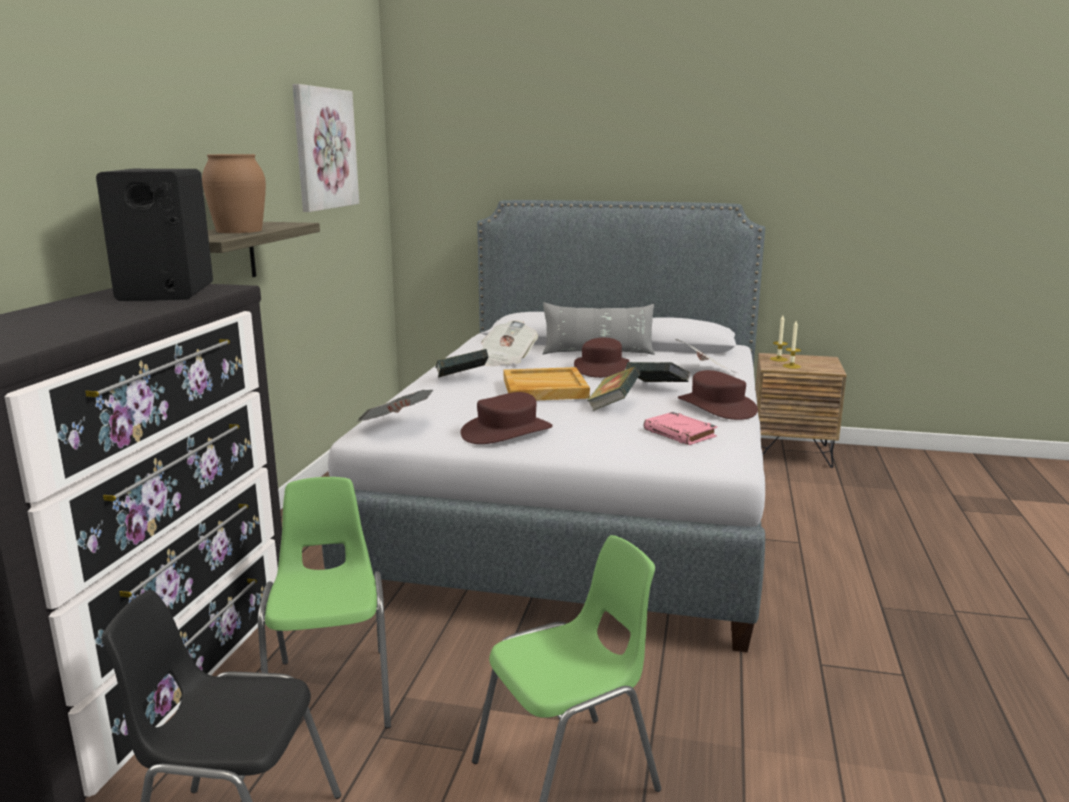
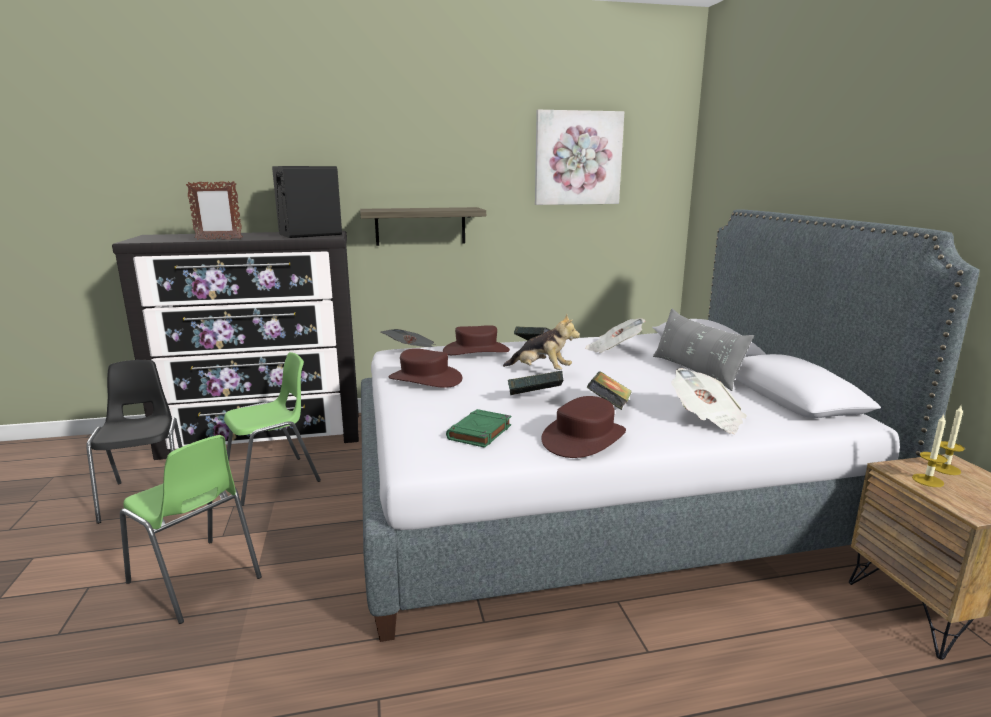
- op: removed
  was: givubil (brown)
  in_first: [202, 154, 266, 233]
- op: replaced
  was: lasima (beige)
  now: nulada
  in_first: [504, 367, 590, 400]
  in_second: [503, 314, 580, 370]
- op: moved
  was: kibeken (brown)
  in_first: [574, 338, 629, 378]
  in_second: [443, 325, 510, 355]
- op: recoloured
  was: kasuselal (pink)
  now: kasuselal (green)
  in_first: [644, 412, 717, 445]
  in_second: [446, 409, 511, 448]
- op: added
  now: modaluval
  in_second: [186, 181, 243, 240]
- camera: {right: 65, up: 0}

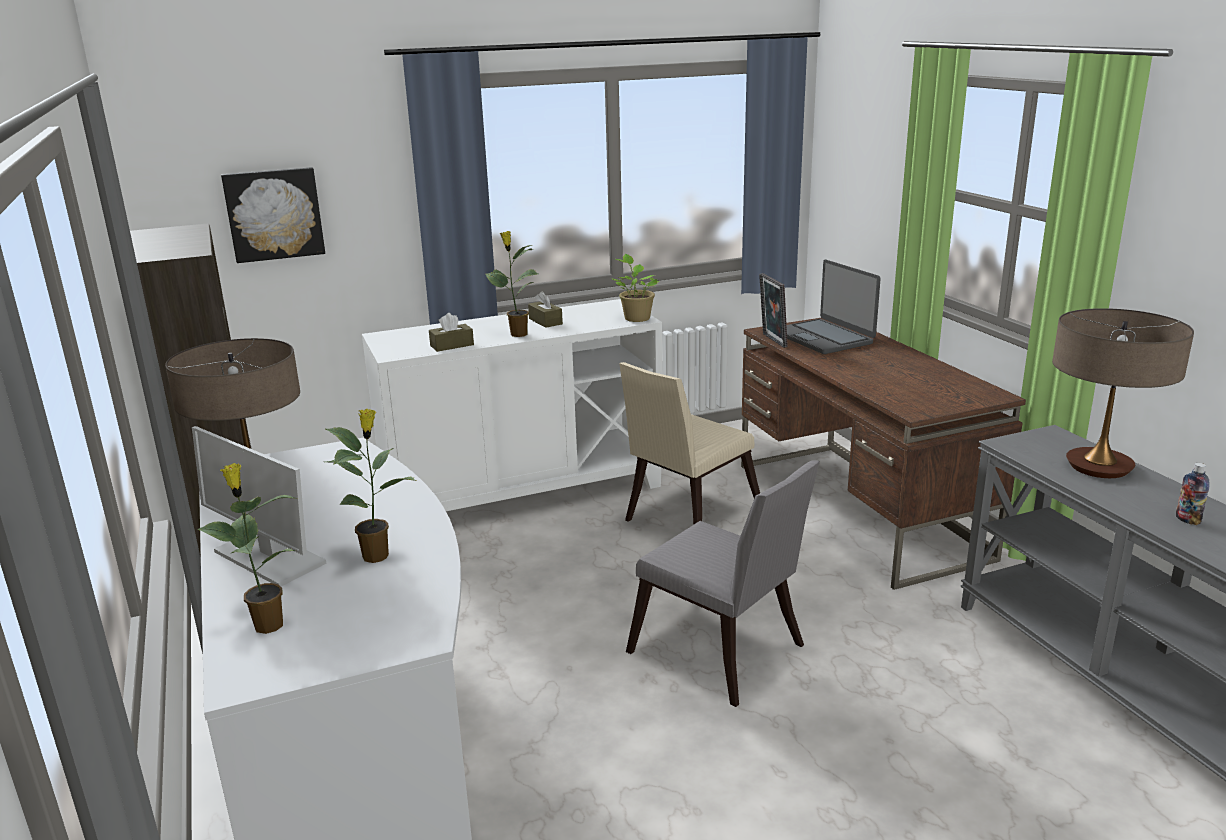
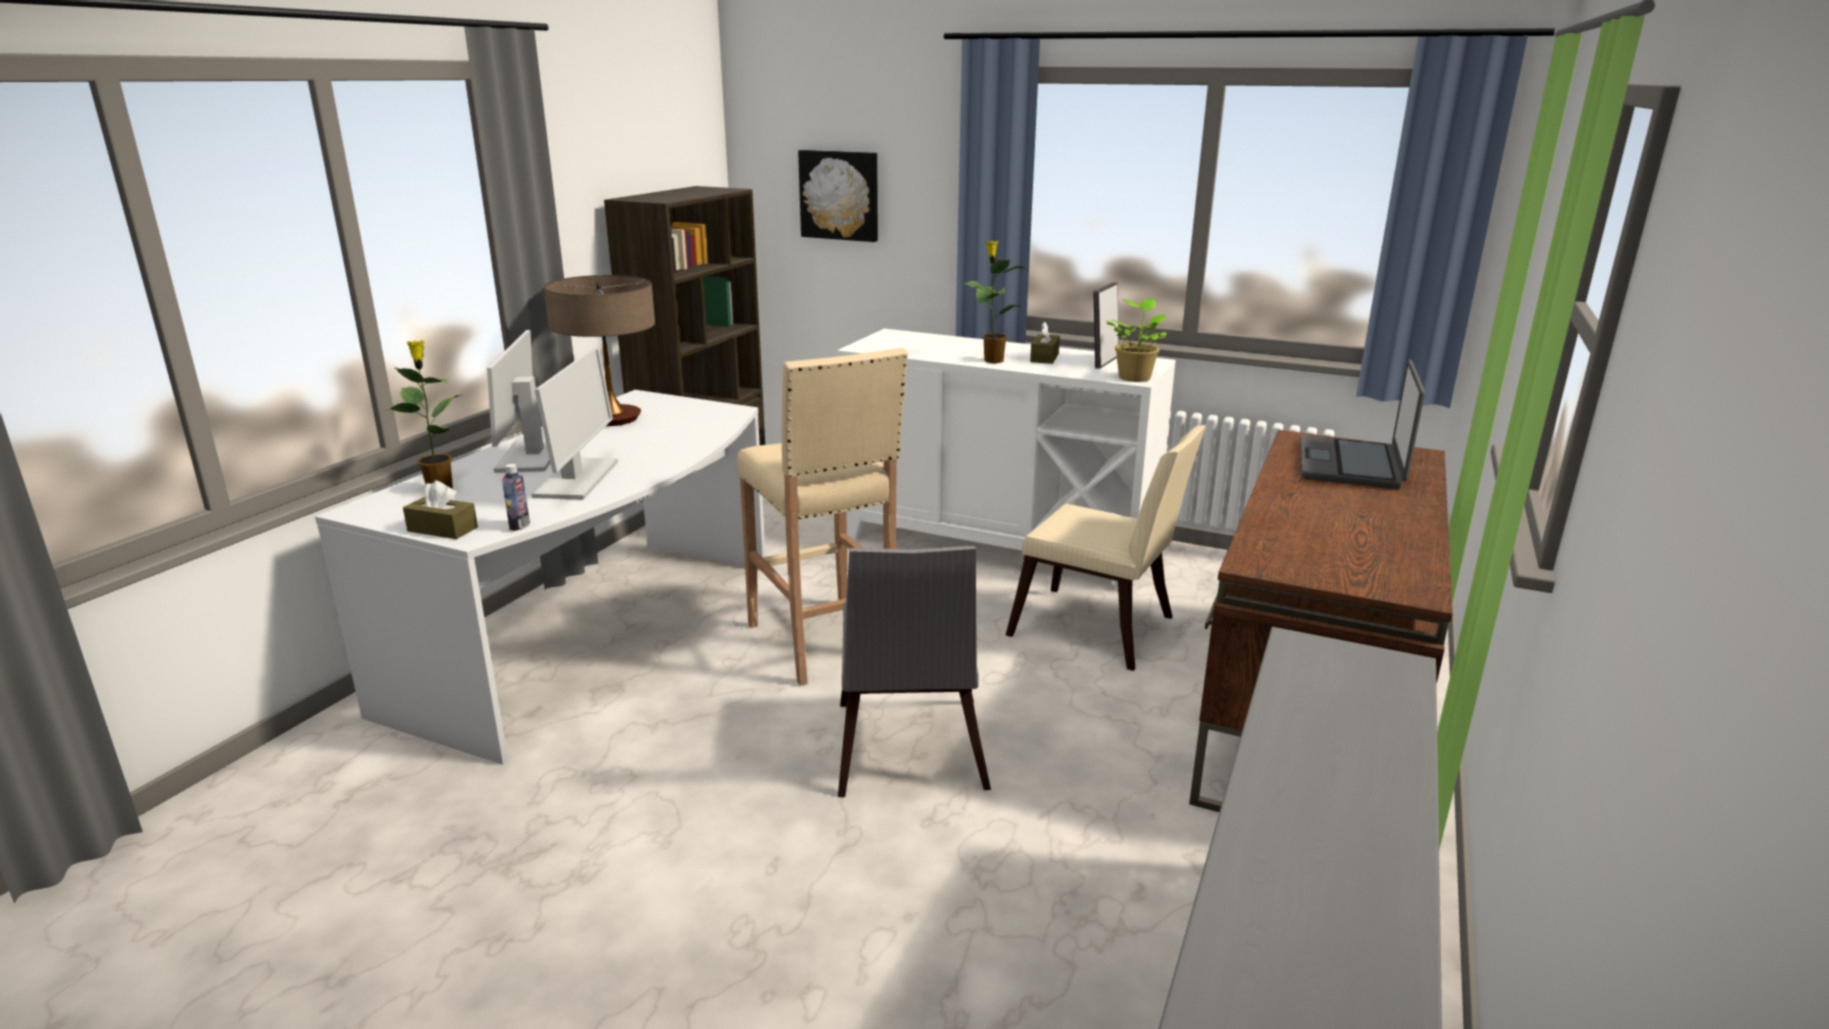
- op: replaced
  was: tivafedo
  now: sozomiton
  in_first: [326, 409, 417, 563]
  in_second: [532, 346, 618, 500]
- op: moved
  was: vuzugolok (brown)
  in_first: [429, 313, 474, 352]
  in_second: [403, 480, 478, 539]
- op: turned
  was: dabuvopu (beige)
  in_first: [619, 362, 760, 525]
  in_second: [1006, 425, 1206, 671]
  clockwise: -150
- op: moved
  was: modaluval
  in_first: [759, 273, 788, 348]
  in_second: [1093, 282, 1119, 369]
- op: removed
  was: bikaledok
  in_first: [1052, 308, 1194, 478]
- op: moved
  was: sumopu
  in_first: [1176, 463, 1210, 525]
  in_second: [502, 464, 530, 531]
- op: added
  now: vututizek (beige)
  in_second: [737, 348, 908, 686]
- camera: {right: 45, up: 0}

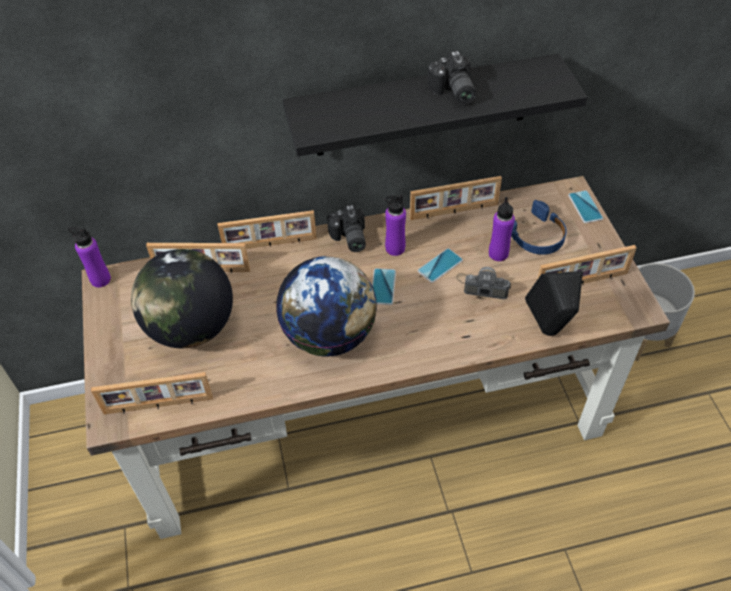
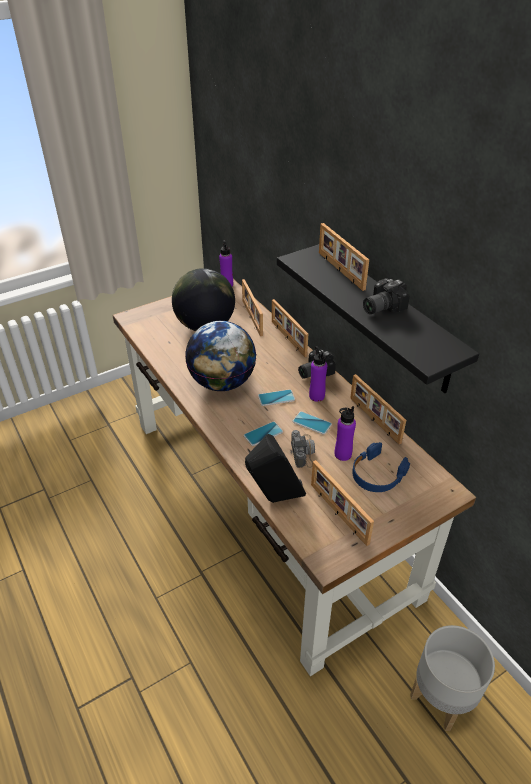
- op: moved
  was: modaluval
  in_first: [91, 372, 213, 414]
  in_second: [319, 223, 369, 291]
- op: moved
  was: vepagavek
  in_first: [568, 190, 603, 223]
  in_second: [244, 421, 283, 446]
- camera: {right: 70, up: -10}

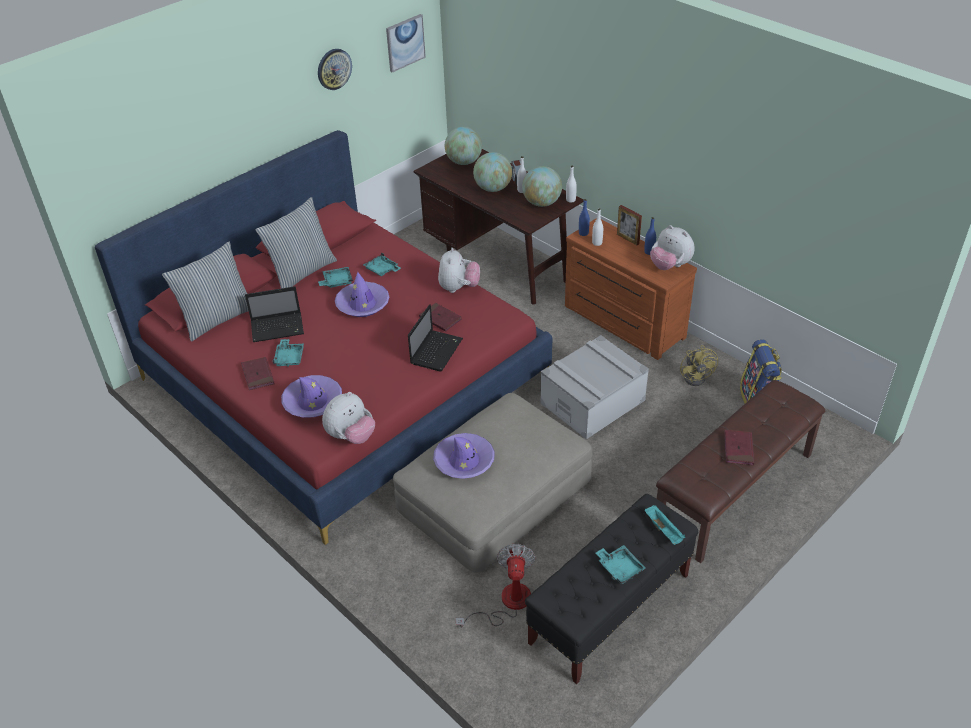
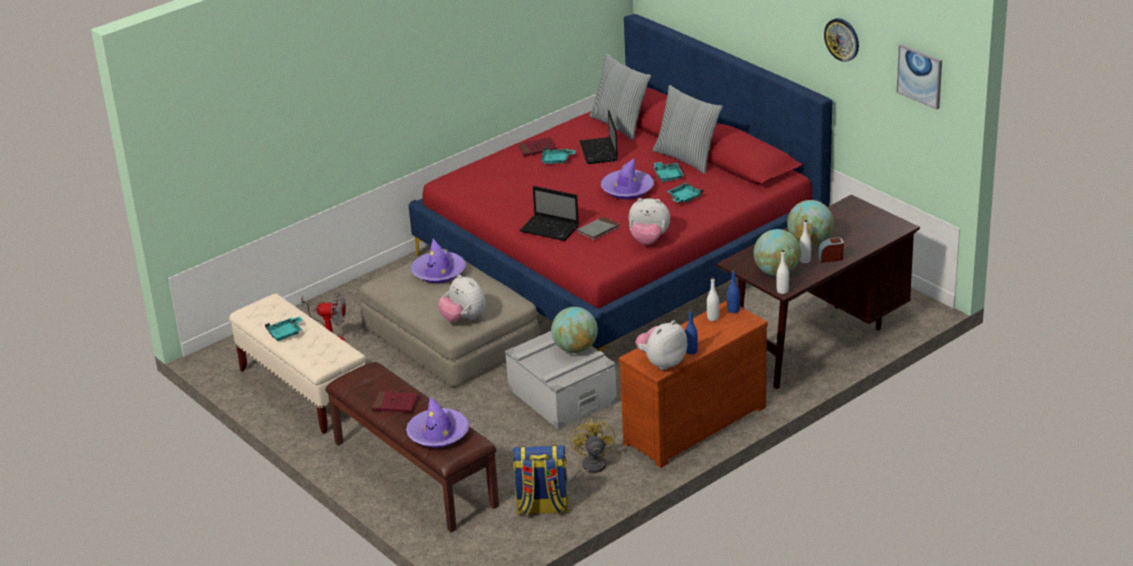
- op: moved
  was: kibeken (purple)
  in_first: [281, 375, 342, 417]
  in_second: [406, 397, 470, 448]
- op: moved
  was: nulada
  in_first: [322, 392, 375, 444]
  in_second: [438, 275, 486, 322]
- op: recoloured
  was: kasuselal (red)
  now: kasuselal (grey)
  in_first: [419, 303, 462, 332]
  in_second: [577, 217, 620, 240]
- op: moved
  was: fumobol
  in_first: [445, 127, 482, 165]
  in_second: [551, 307, 598, 353]
- op: recoloured
  was: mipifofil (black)
  now: mipifofil (beige)
  in_first: [525, 494, 698, 684]
  in_second: [229, 294, 366, 434]
- op: removed
  was: modaluval
  in_first: [617, 205, 642, 245]
- op: removed
  was: lasima (turquoise)
  in_first: [644, 505, 685, 545]
- op: turned
  was: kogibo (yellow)
  in_first: [680, 345, 718, 386]
  in_second: [570, 418, 615, 491]
  clockwise: 90
- camera: {right: 95, up: -10}

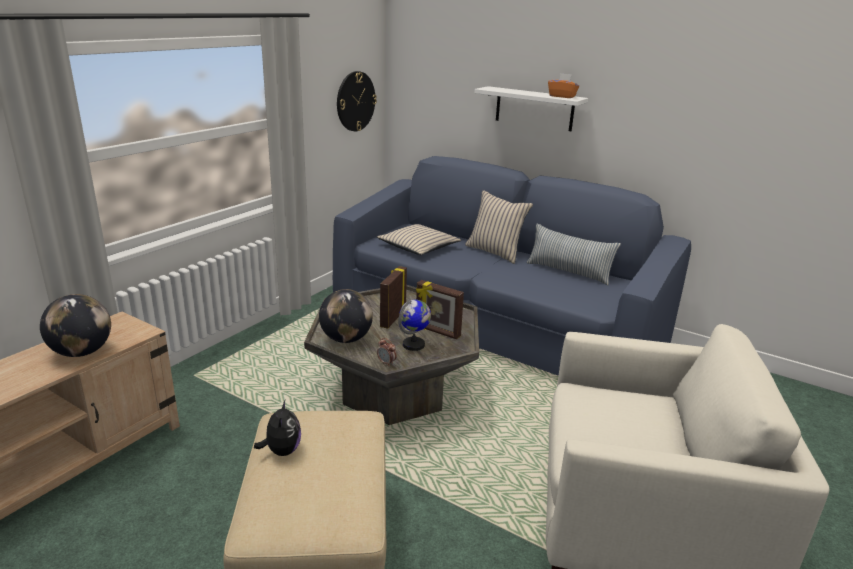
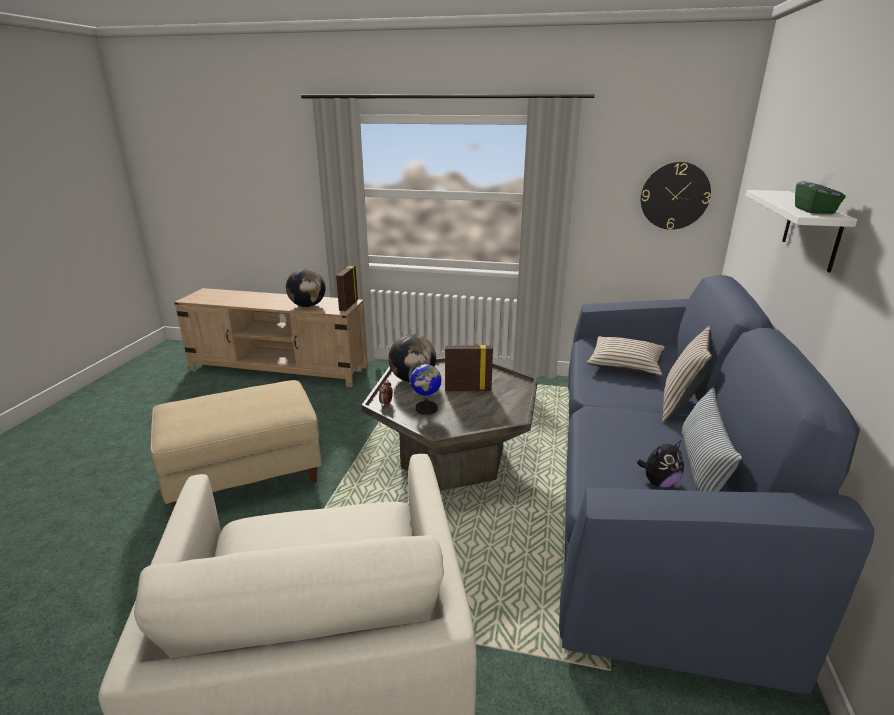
- op: moved
  was: nulada
  in_first: [254, 400, 301, 456]
  in_second: [637, 441, 684, 487]
- op: moved
  was: modaluval
  in_first: [416, 280, 464, 339]
  in_second: [336, 265, 358, 311]
- op: recoloured
  was: vuzugolok (orange)
  now: vuzugolok (green)
  in_first: [548, 73, 579, 98]
  in_second: [795, 173, 846, 214]
- camera: {right: 70, up: 0}

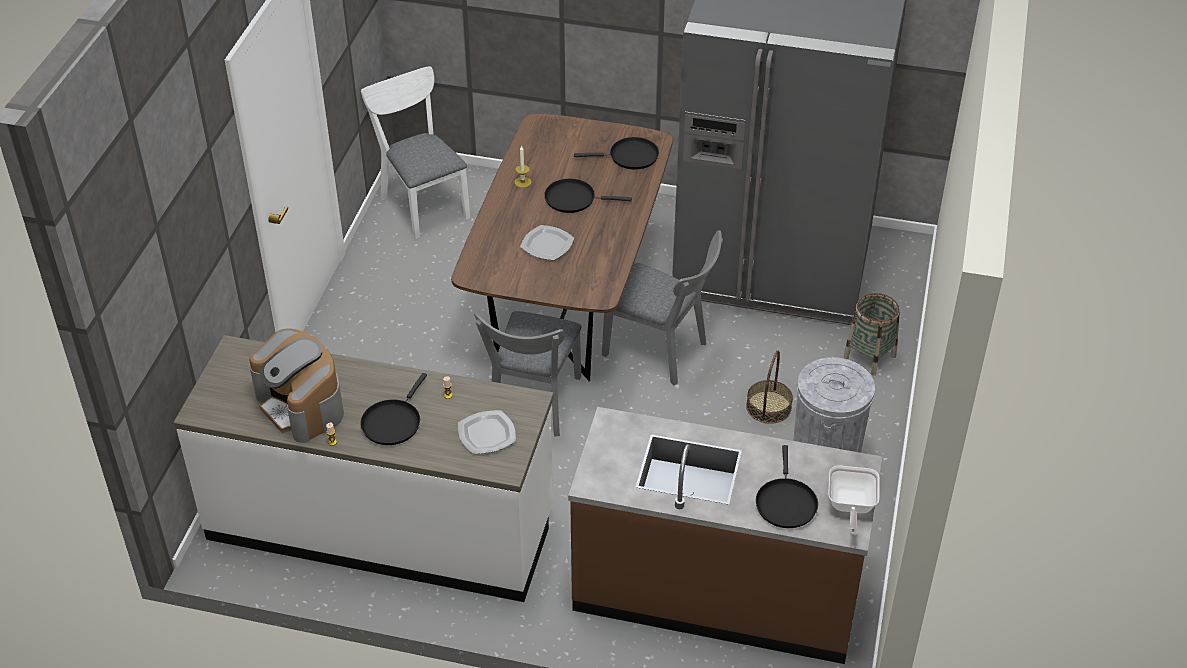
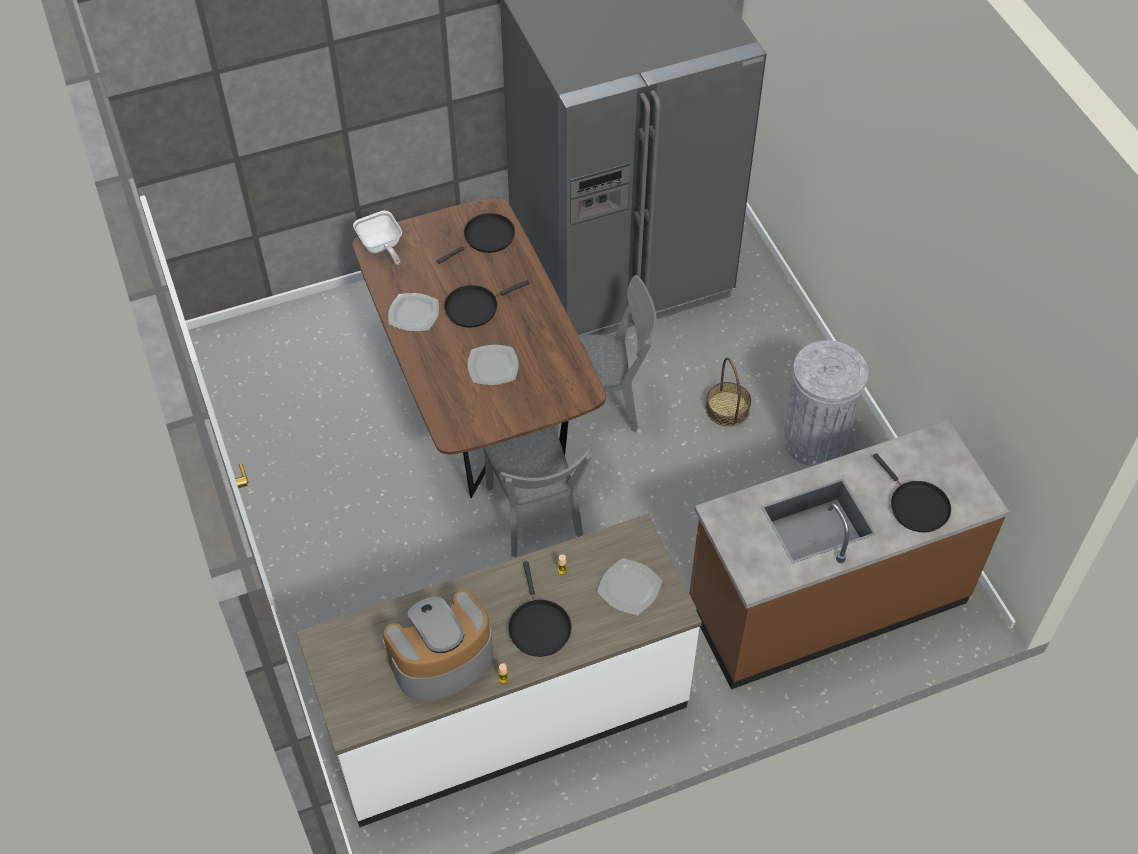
- op: turned
  was: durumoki
  in_first: [250, 328, 344, 443]
  in_second: [383, 590, 493, 701]
  clockwise: 135
- op: removed
  was: dabuvopu (white)
  in_first: [361, 66, 471, 239]
- op: replaced
  was: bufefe
  now: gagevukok
  in_first: [514, 145, 532, 188]
  in_second: [388, 293, 439, 331]
- op: moved
  was: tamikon
  in_first: [828, 465, 880, 536]
  in_second: [353, 211, 402, 265]
- op: removed
  was: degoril
  in_first: [843, 293, 900, 375]
- camera: {right: -35, up: 10}

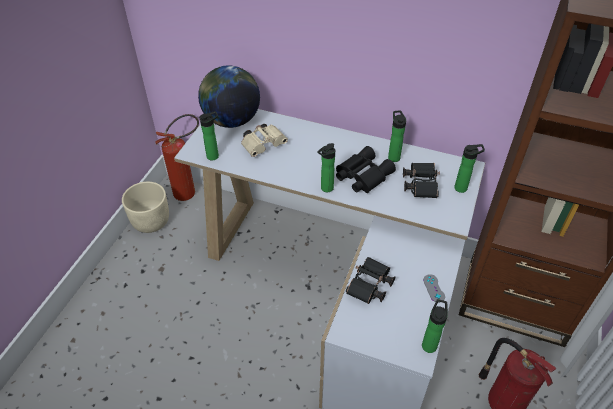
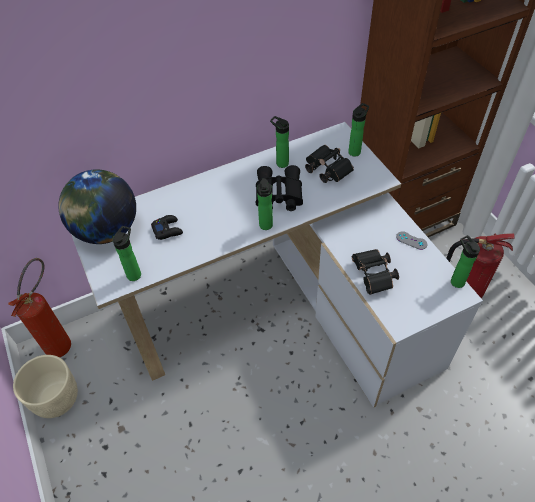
- op: replaced
  was: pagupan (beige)
  now: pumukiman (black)
  in_first: [241, 124, 288, 157]
  in_second: [151, 215, 183, 240]
- camera: {right: -45, up: 5}

